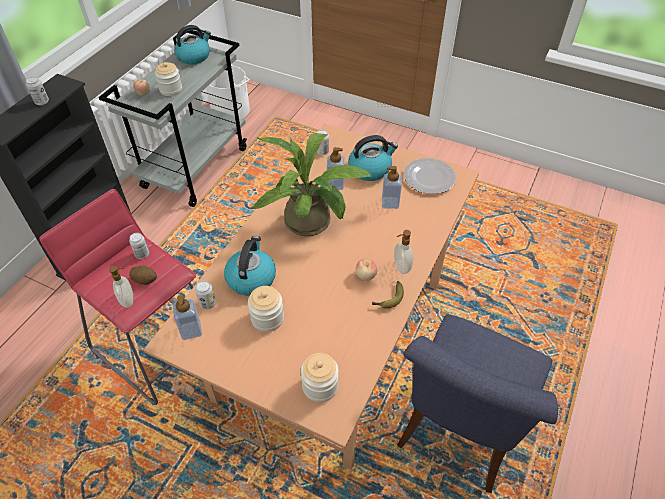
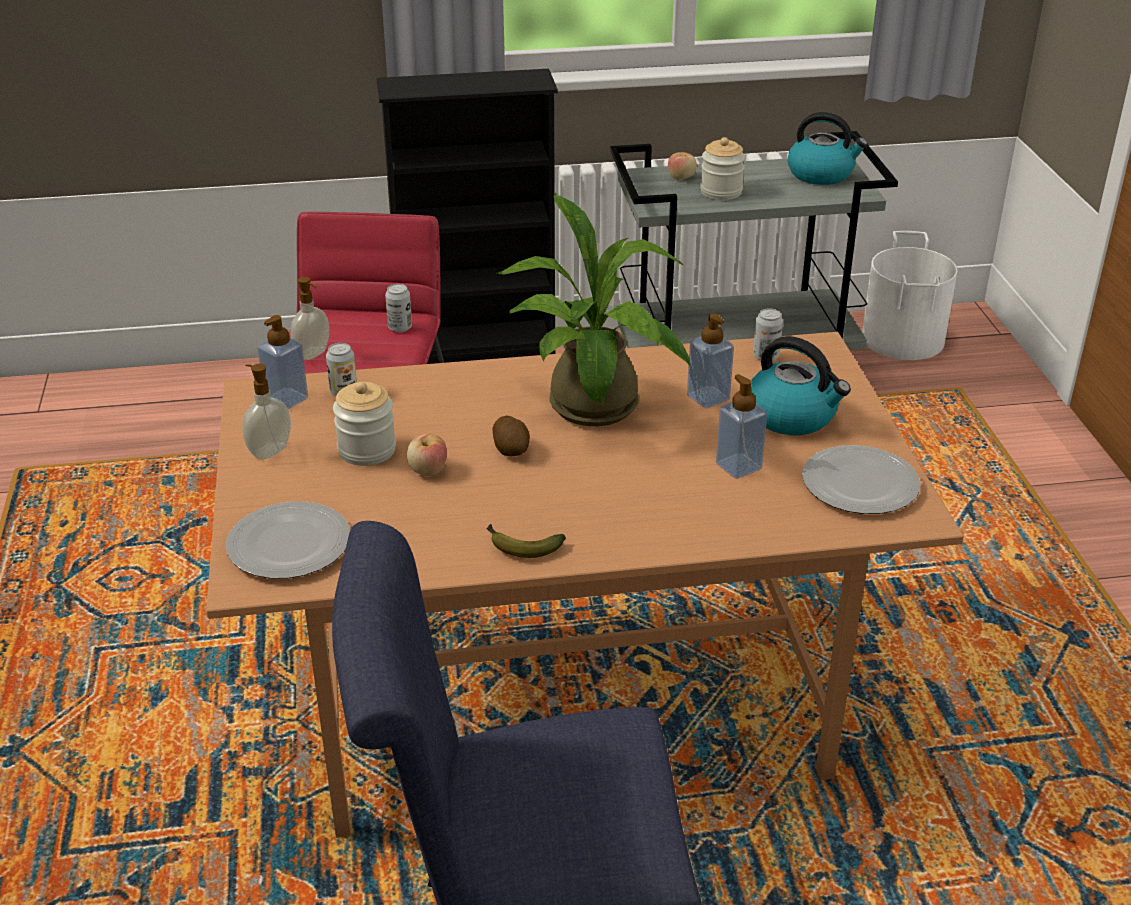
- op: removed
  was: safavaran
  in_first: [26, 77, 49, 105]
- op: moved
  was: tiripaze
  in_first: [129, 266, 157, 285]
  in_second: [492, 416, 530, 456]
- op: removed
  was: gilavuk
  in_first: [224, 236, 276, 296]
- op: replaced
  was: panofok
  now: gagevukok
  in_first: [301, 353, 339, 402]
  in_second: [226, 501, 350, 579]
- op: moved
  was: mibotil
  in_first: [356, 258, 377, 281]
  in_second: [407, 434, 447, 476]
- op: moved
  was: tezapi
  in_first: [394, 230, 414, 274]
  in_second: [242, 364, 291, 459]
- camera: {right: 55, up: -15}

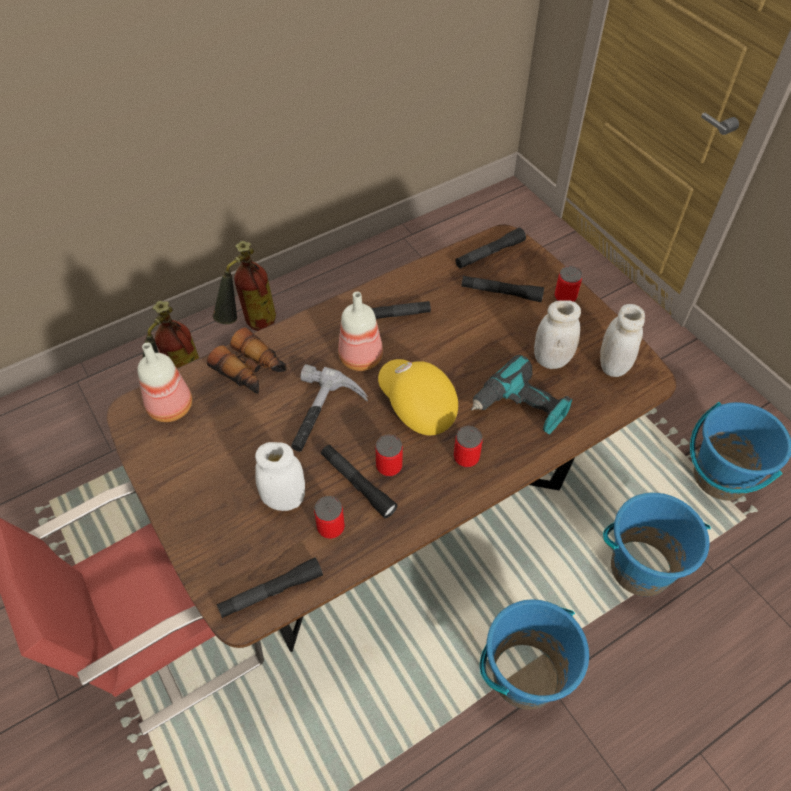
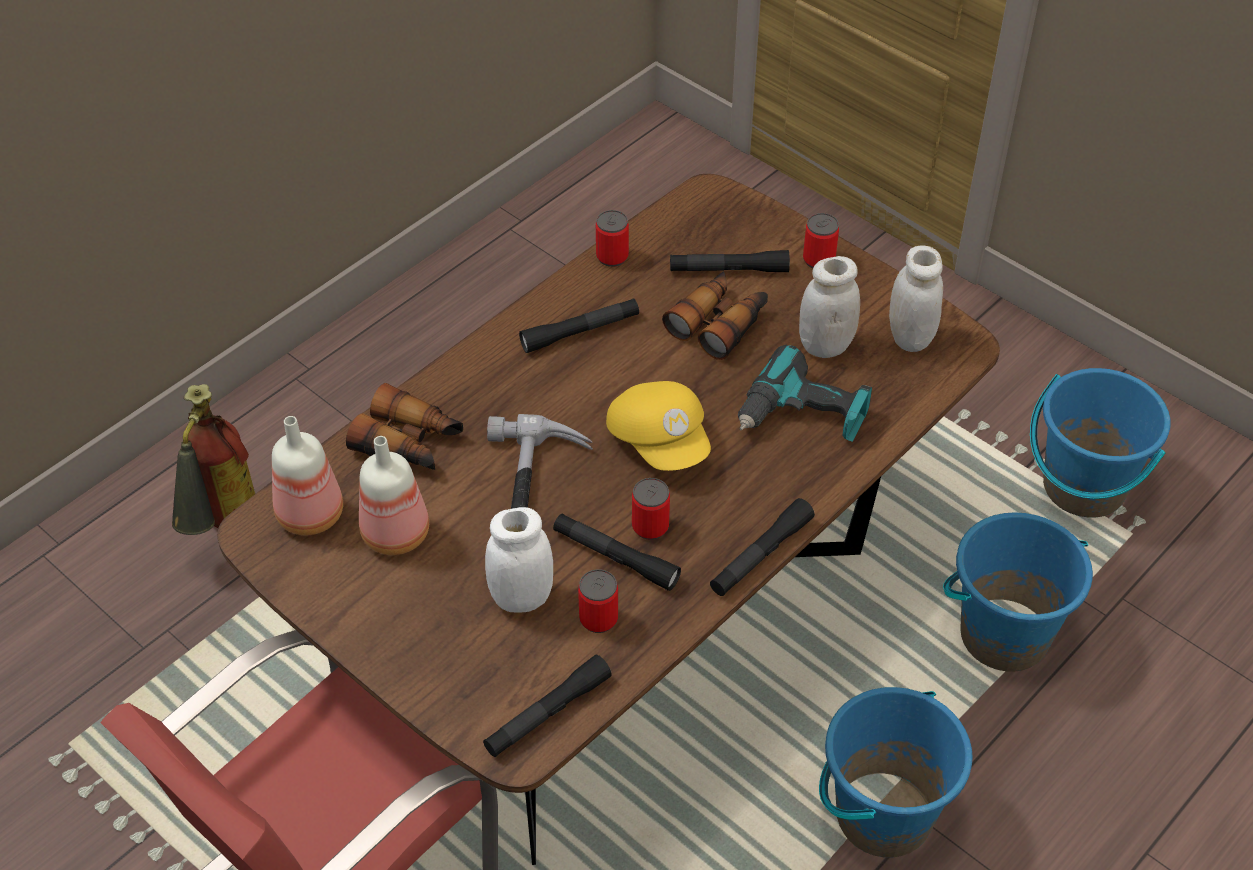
- op: removed
  was: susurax
  in_first: [213, 241, 276, 331]
- op: moved
  was: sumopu
  in_first: [338, 292, 383, 371]
  in_second: [359, 436, 429, 555]
- op: turned
  was: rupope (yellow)
  in_first: [378, 359, 458, 435]
  in_second: [606, 381, 711, 471]
  clockwise: -150
- op: moved
  was: safavaran
  in_first: [454, 426, 483, 468]
  in_second: [596, 210, 629, 267]
- op: moved
  was: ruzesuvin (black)
  in_first: [455, 227, 526, 269]
  in_second: [710, 498, 815, 596]
- op: added
  now: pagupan
  in_second: [662, 271, 768, 360]
- camera: {right: -15, up: -5}

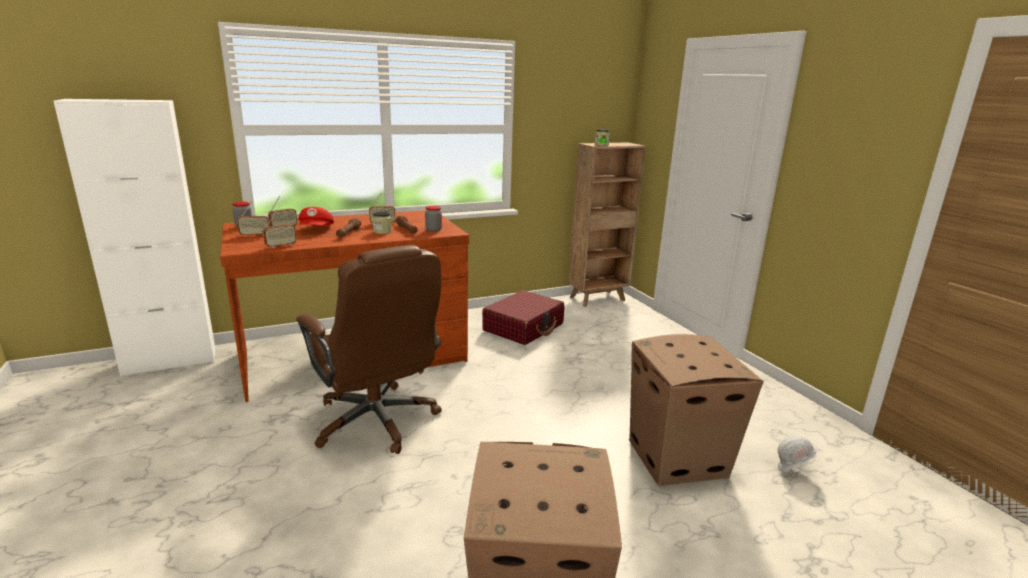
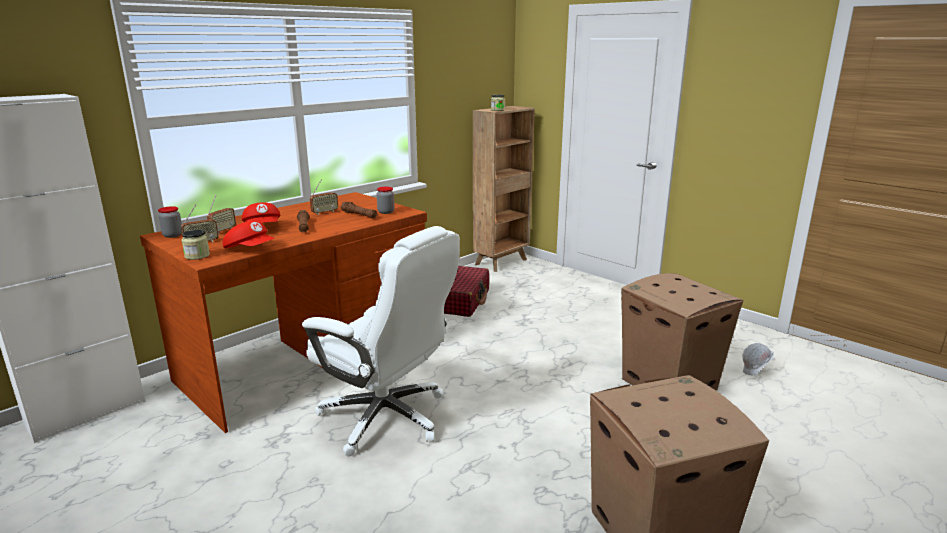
- op: replaced
  was: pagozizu
  now: rupope (red)
  in_first: [263, 210, 297, 248]
  in_second: [223, 221, 275, 248]
- op: recoloured
  was: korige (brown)
  now: korige (white)
  in_first: [296, 245, 442, 454]
  in_second: [302, 226, 460, 456]
- op: moved
  was: panofok
  in_first: [373, 211, 392, 234]
  in_second: [182, 229, 210, 260]
- camera: {right: -20, up: 0}

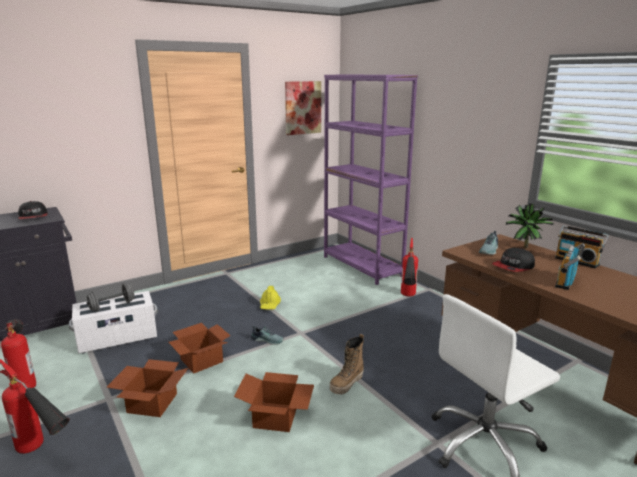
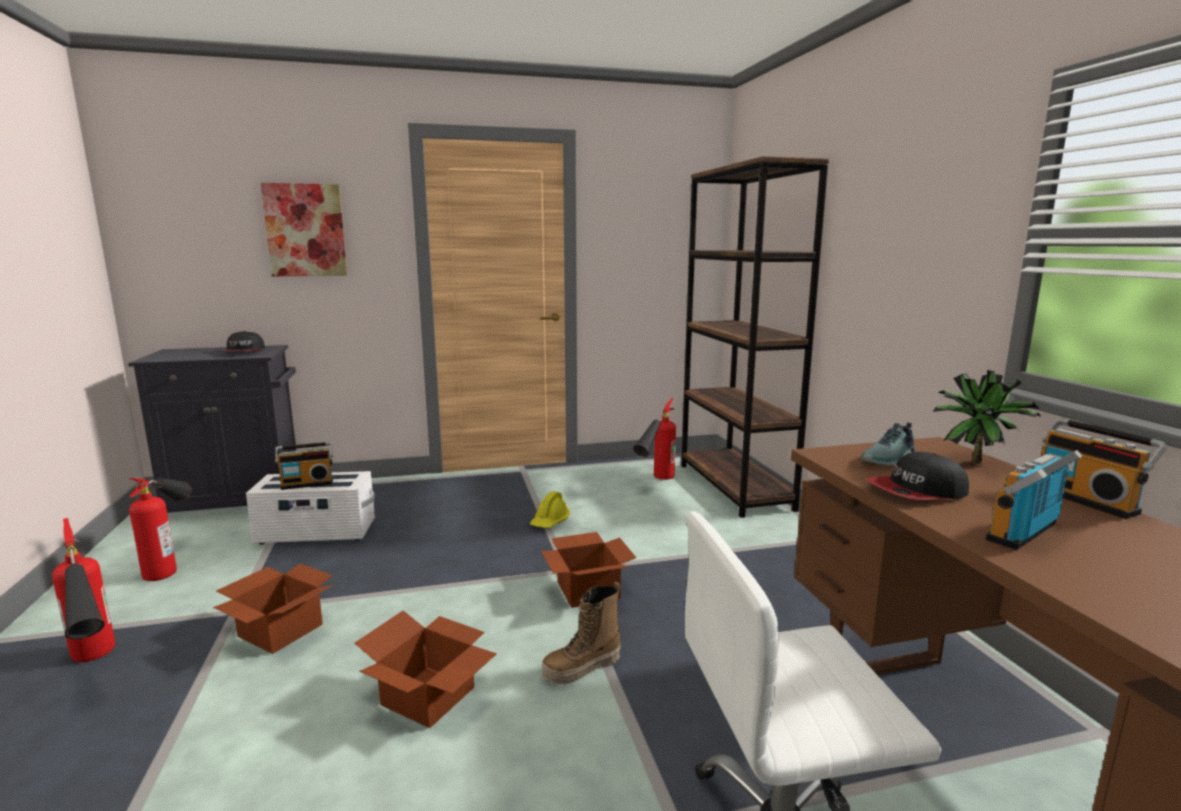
- op: replaced
  was: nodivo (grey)
  now: pagozizu
  in_first: [87, 283, 135, 312]
  in_second: [275, 442, 333, 490]
- op: moved
  was: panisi
  in_first: [169, 323, 231, 373]
  in_second: [541, 532, 636, 608]
- op: removed
  was: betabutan
  in_first: [251, 325, 284, 345]
- op: moved
  was: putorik
  in_first: [285, 81, 321, 135]
  in_second: [261, 183, 347, 276]
- op: recoloured
  was: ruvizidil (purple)
  now: ruvizidil (brown)
  in_first: [324, 75, 418, 285]
  in_second: [681, 156, 830, 518]
- op: moved
  was: susurax
  in_first: [401, 238, 418, 297]
  in_second: [633, 398, 676, 480]
- camera: {right: 20, up: -5}

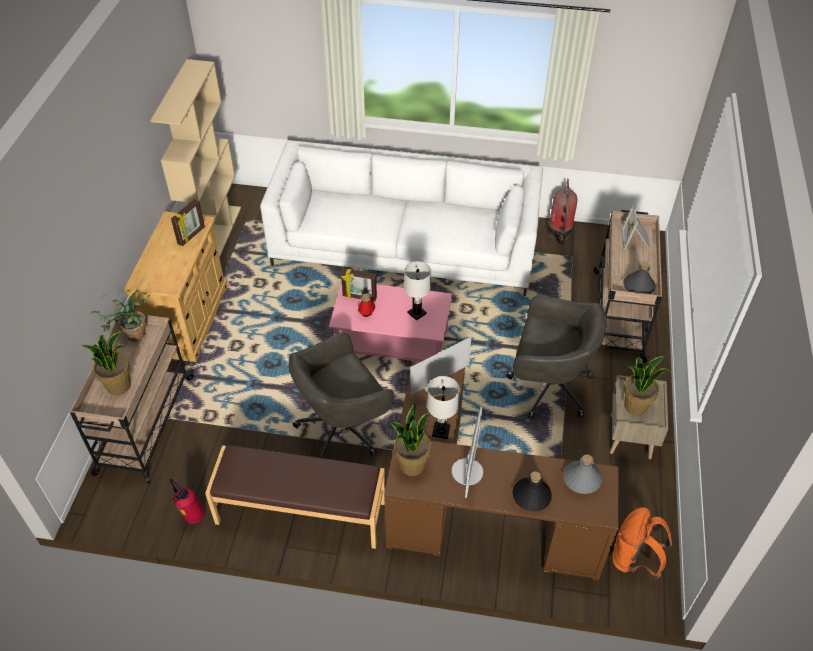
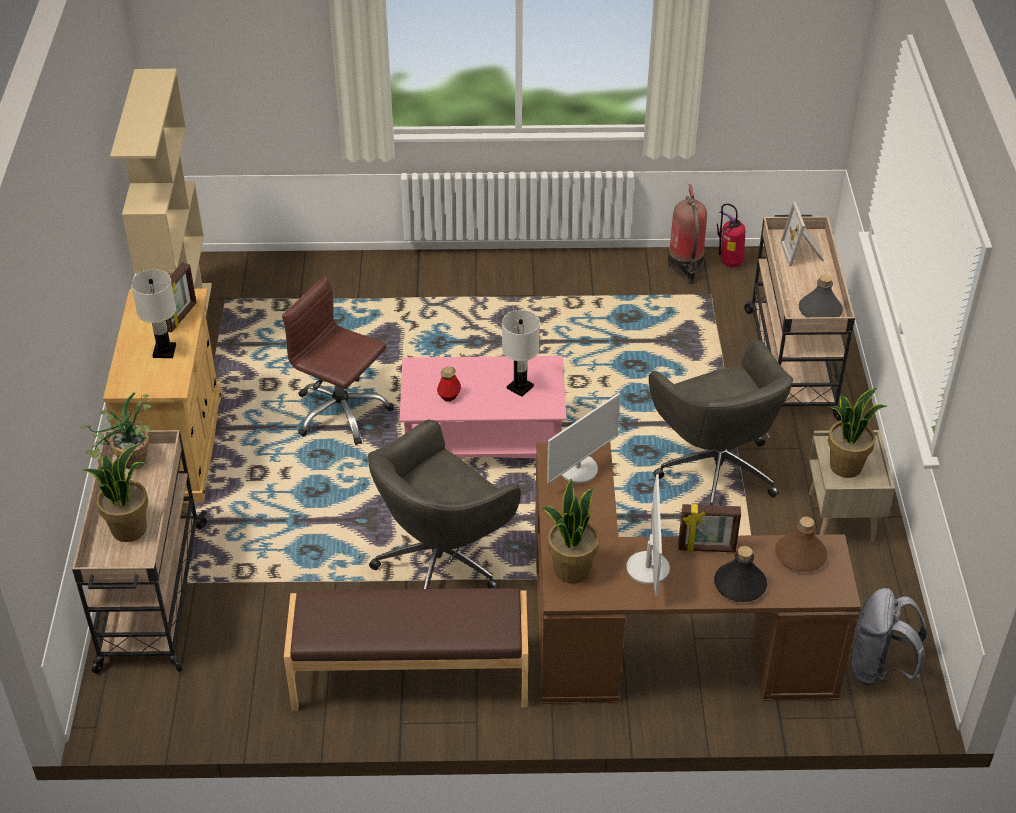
- op: moved
  was: susurax
  in_first: [170, 479, 205, 524]
  in_second: [717, 203, 745, 267]
- op: removed
  was: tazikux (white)
  in_first: [260, 140, 543, 296]
- op: moved
  was: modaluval
  in_first: [341, 268, 377, 302]
  in_second: [678, 504, 741, 552]
- op: moved
  was: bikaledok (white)
  in_first: [427, 376, 459, 439]
  in_second: [131, 269, 176, 358]
- op: turned
  was: korige (grey)
  in_first: [506, 295, 607, 419]
  in_second: [649, 340, 794, 505]
  clockwise: 60
- op: recoloured
  was: sumopu (grey)
  now: sumopu (brown)
  in_first: [563, 454, 602, 494]
  in_second: [775, 517, 828, 572]
- op: recoloured
  was: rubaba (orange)
  now: rubaba (grey)
  in_first: [613, 507, 672, 578]
  in_second: [852, 588, 927, 685]
- op: added
  now: korige (brown)
  in_second: [282, 275, 394, 445]
- camera: {right: -10, up: -5}

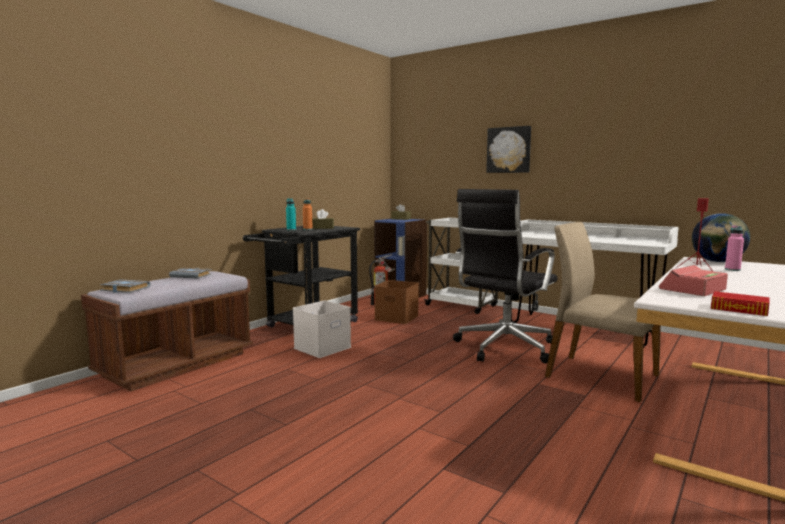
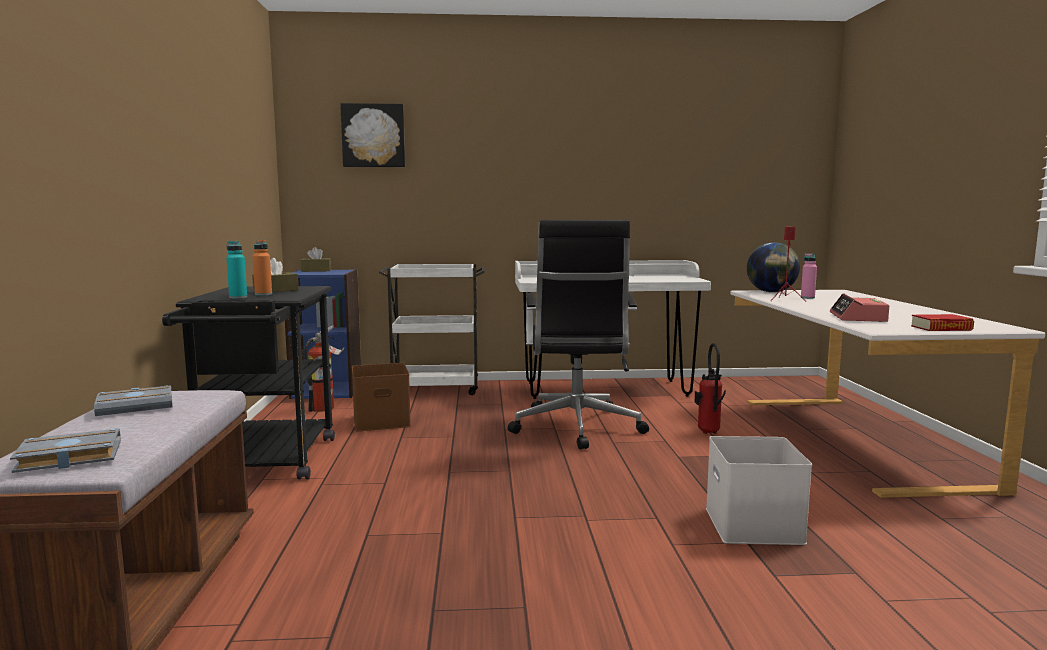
- op: moved
  was: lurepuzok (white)
  in_first: [293, 301, 351, 358]
  in_second: [706, 436, 812, 545]
- op: moved
  was: putorik
  in_first: [486, 126, 531, 173]
  in_second: [340, 103, 405, 167]
- op: replaced
  was: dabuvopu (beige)
  now: susurax
  in_first: [545, 222, 661, 402]
  in_second: [695, 343, 726, 434]
- camera: {right: -40, up: 0}

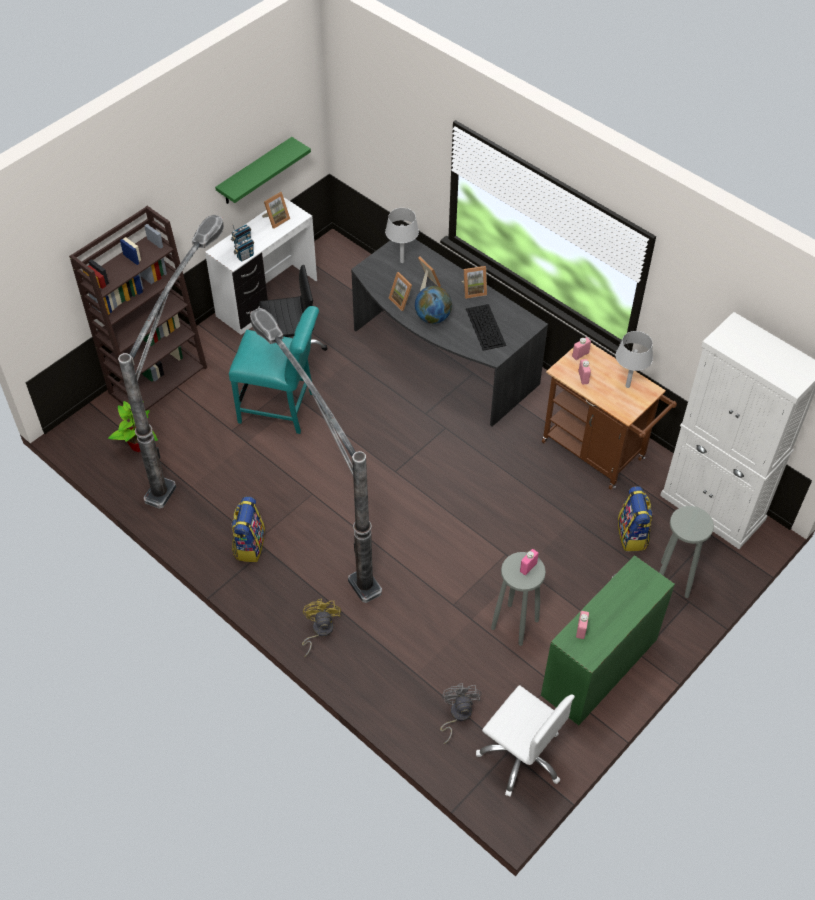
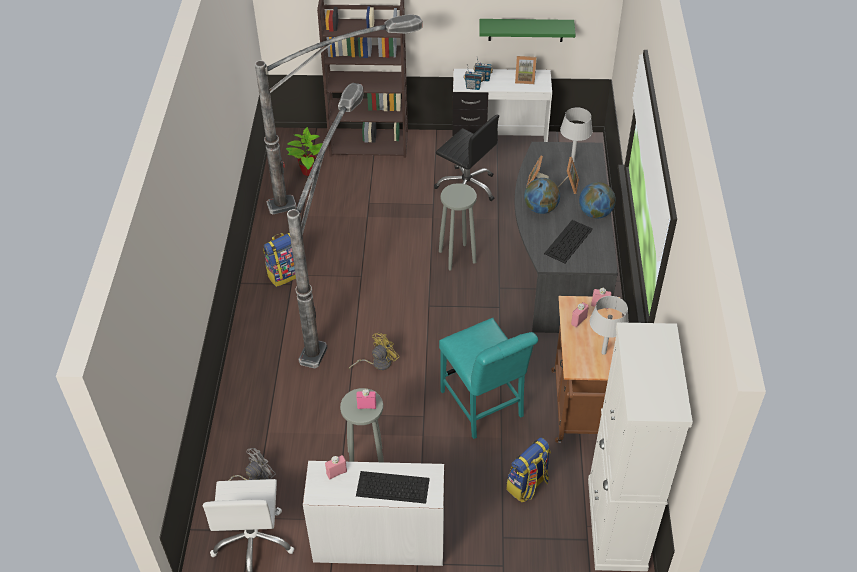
- op: moved
  was: dabuvopu (turquoise)
  in_first: [229, 306, 319, 434]
  in_second: [439, 318, 538, 439]
- op: moved
  was: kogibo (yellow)
  in_first: [302, 599, 341, 658]
  in_second: [349, 333, 399, 370]
- op: replaced
  was: modaluval
  now: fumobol
  in_first: [462, 266, 487, 299]
  in_second: [579, 182, 616, 218]
- op: recoloured
  was: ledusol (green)
  now: ledusol (white)
  in_first: [541, 555, 675, 725]
  in_second: [303, 461, 444, 566]
- op: moved
  was: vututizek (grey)
  in_first: [659, 506, 714, 598]
  in_second: [439, 183, 477, 271]
- op: added
  now: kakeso
  in_second: [356, 471, 430, 504]
- camera: {right: 50, up: -5}

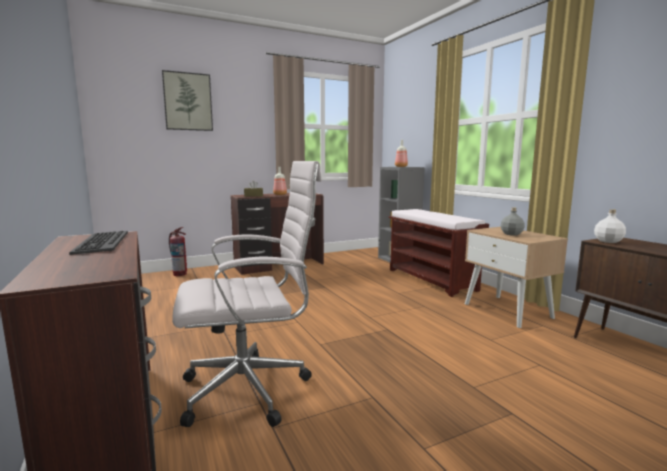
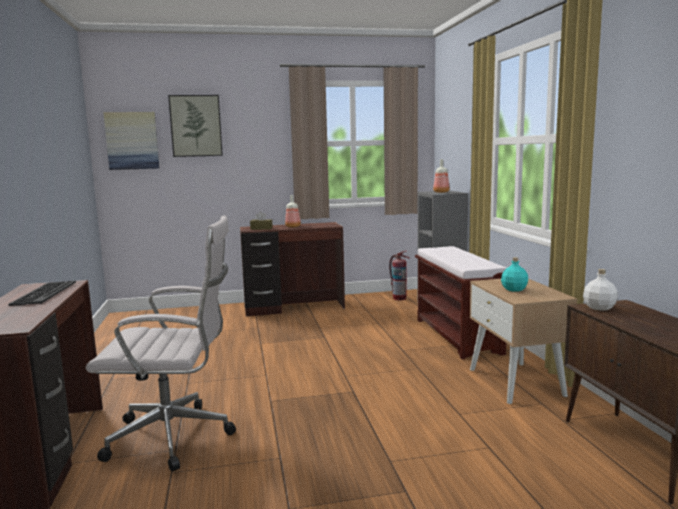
- op: moved
  was: susurax
  in_first: [169, 227, 187, 276]
  in_second: [389, 251, 409, 300]
- op: recoloured
  was: sumopu (grey)
  now: sumopu (turquoise)
  in_first: [501, 207, 525, 236]
  in_second: [501, 257, 528, 292]
- op: added
  now: putorik
  in_second: [103, 112, 159, 170]
- camera: {right: 15, up: 0}

